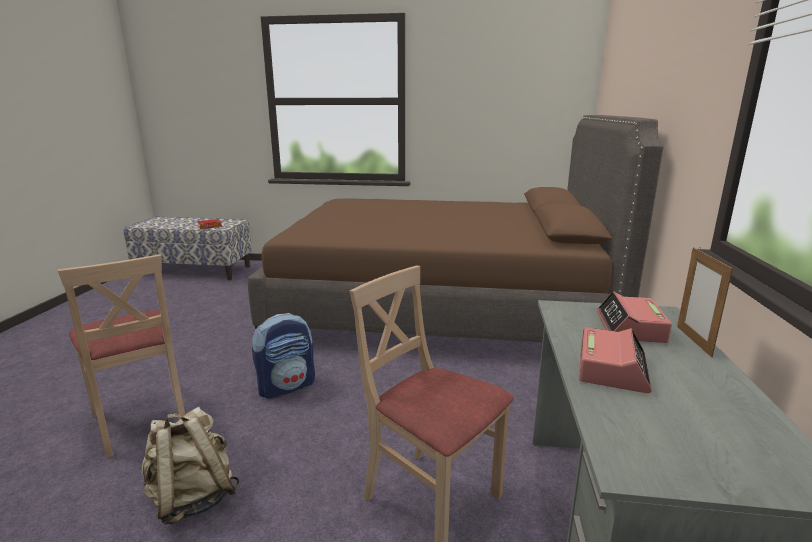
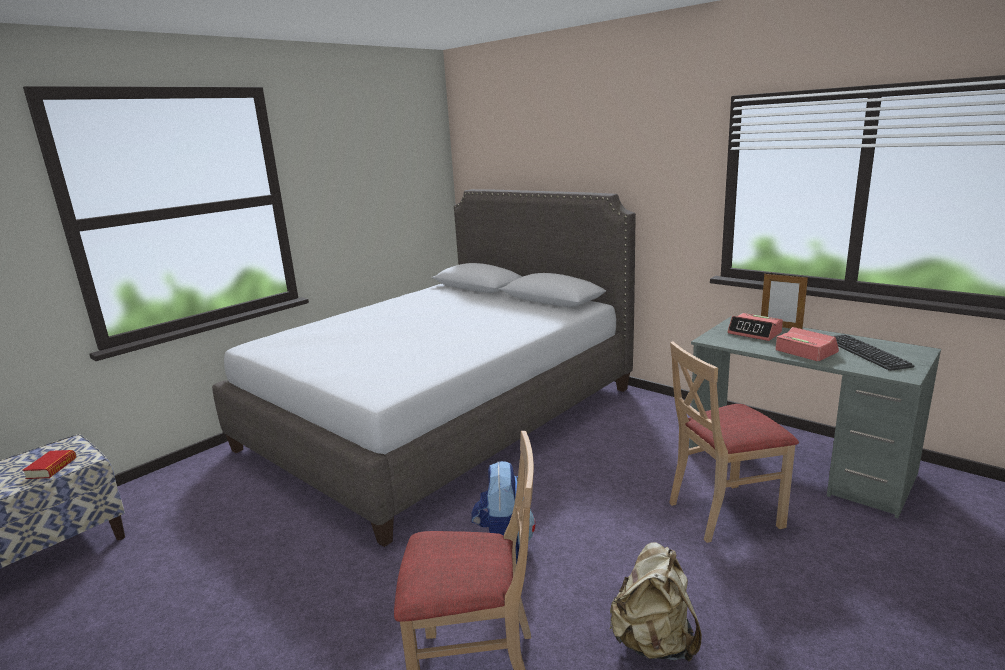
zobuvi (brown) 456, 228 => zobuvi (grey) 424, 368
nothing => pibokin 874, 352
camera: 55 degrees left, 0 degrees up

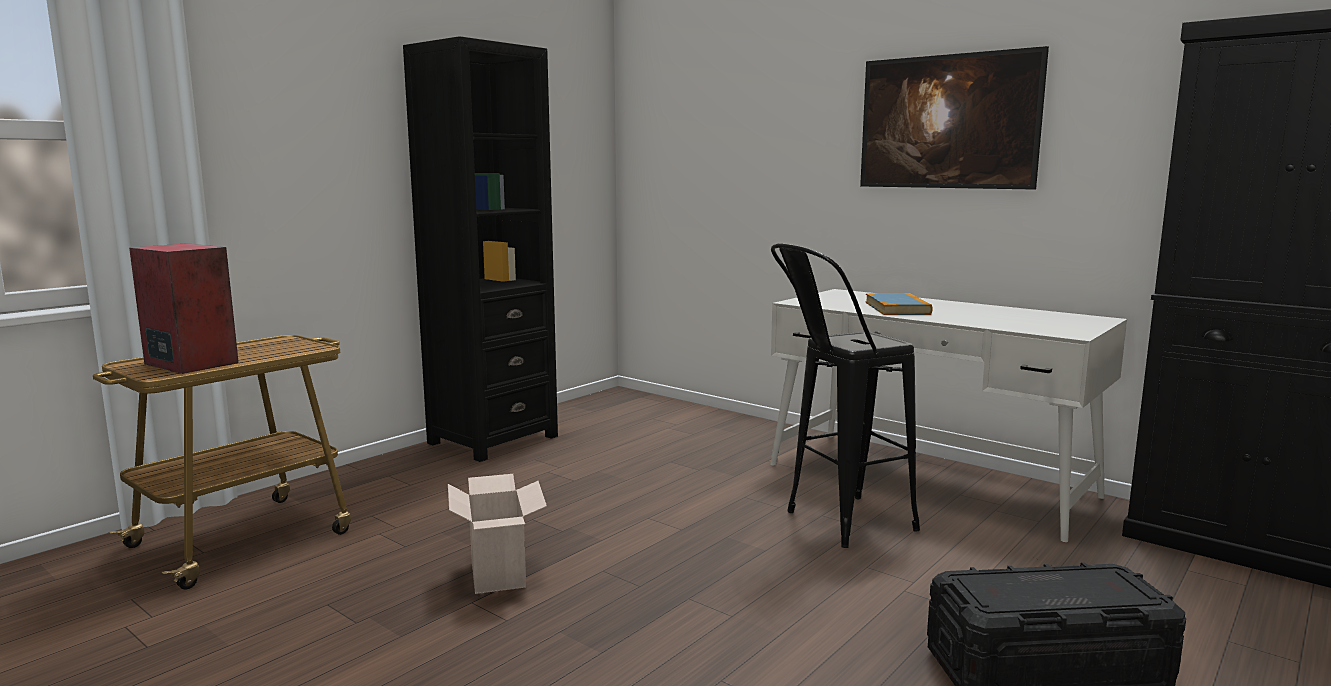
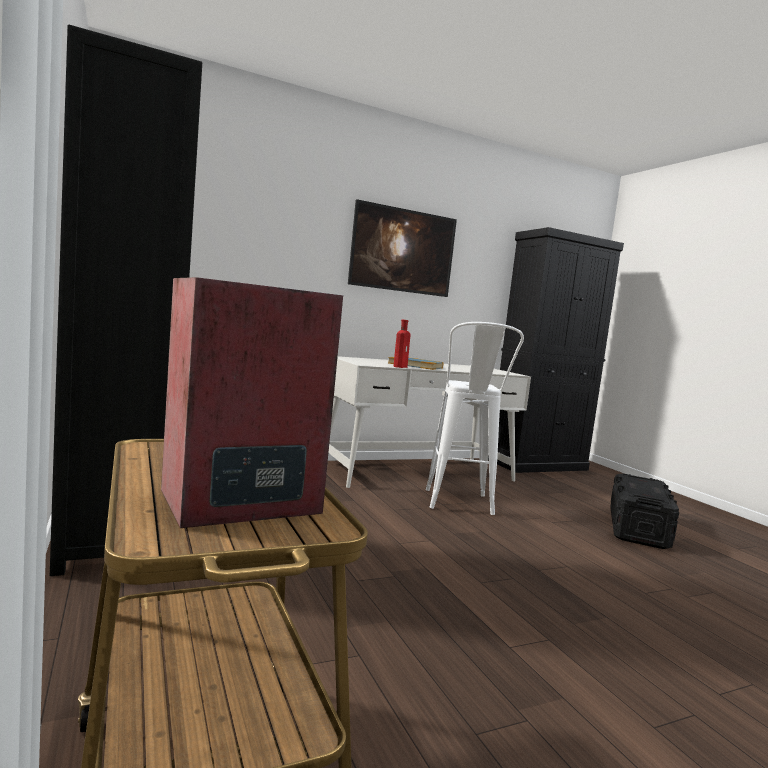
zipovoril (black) 845, 395 => zipovoril (white) 475, 418
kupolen 497, 534 => nothing
nothing => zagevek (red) 402, 344
camera: 65 degrees left, 5 degrees down

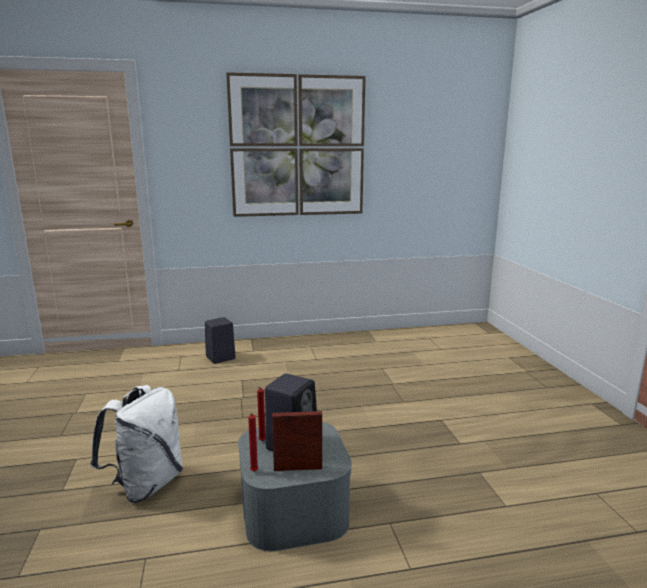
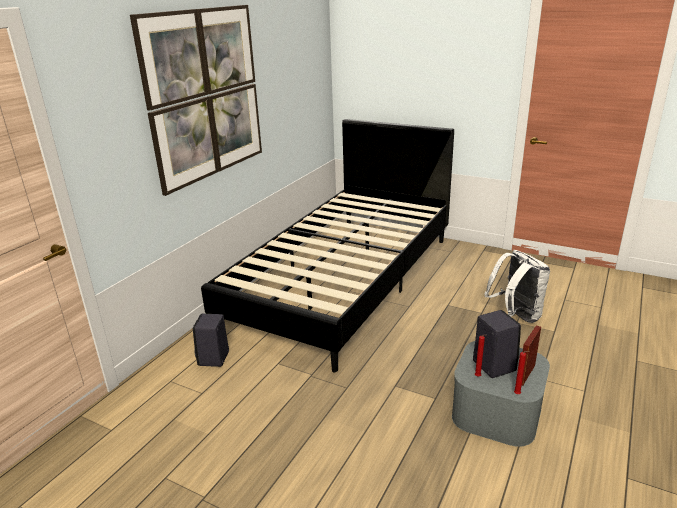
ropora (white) 136, 444 => ropora (white) 517, 286, shifted
nothing => zobuvi (black) 327, 245
camera: 50 degrees left, 10 degrees up

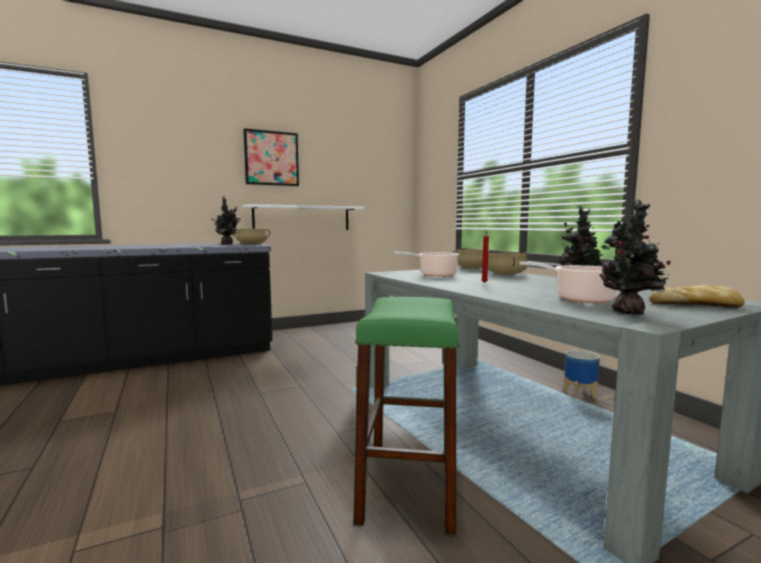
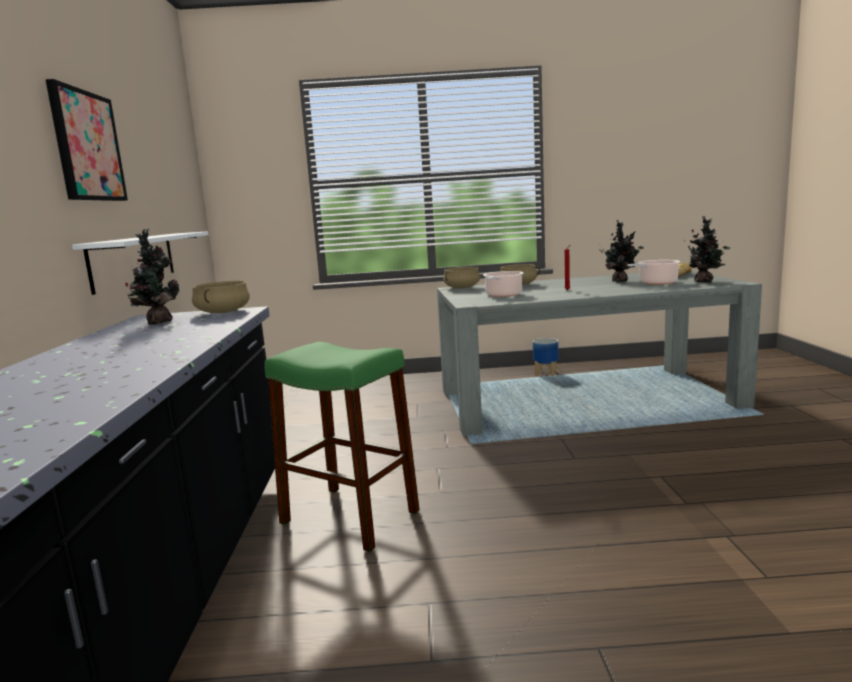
zipovoril (green) 406, 416 => zipovoril (green) 342, 447, shifted
camera: 65 degrees left, 5 degrees up

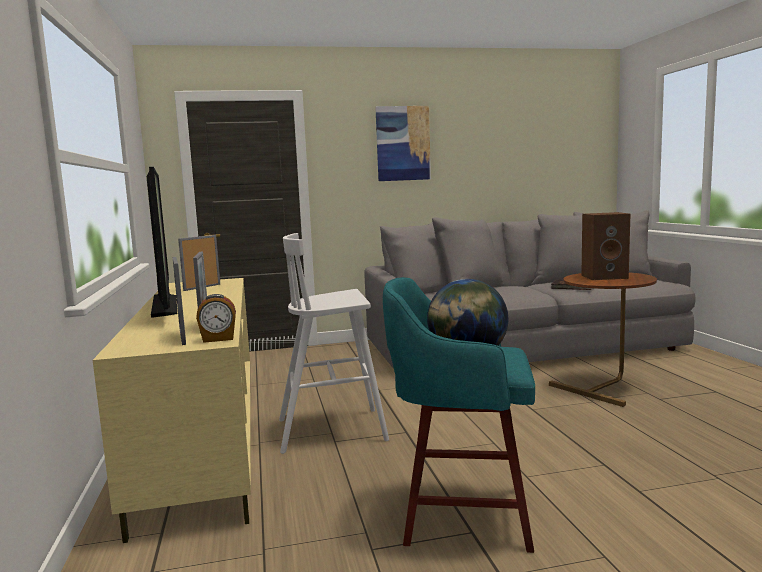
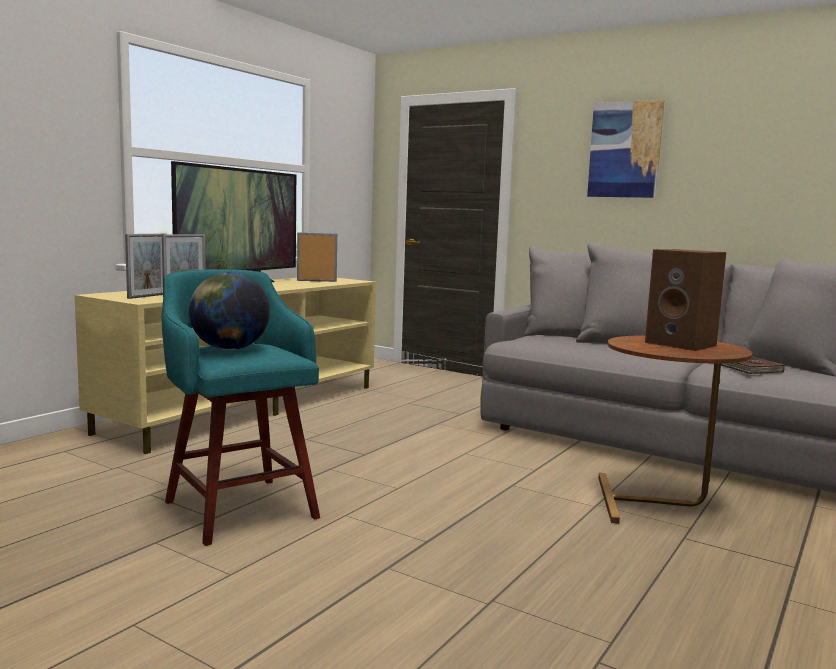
zipovoril (white) 334, 343 => nothing
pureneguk 216, 318 => nothing
camera: 45 degrees right, 0 degrees up

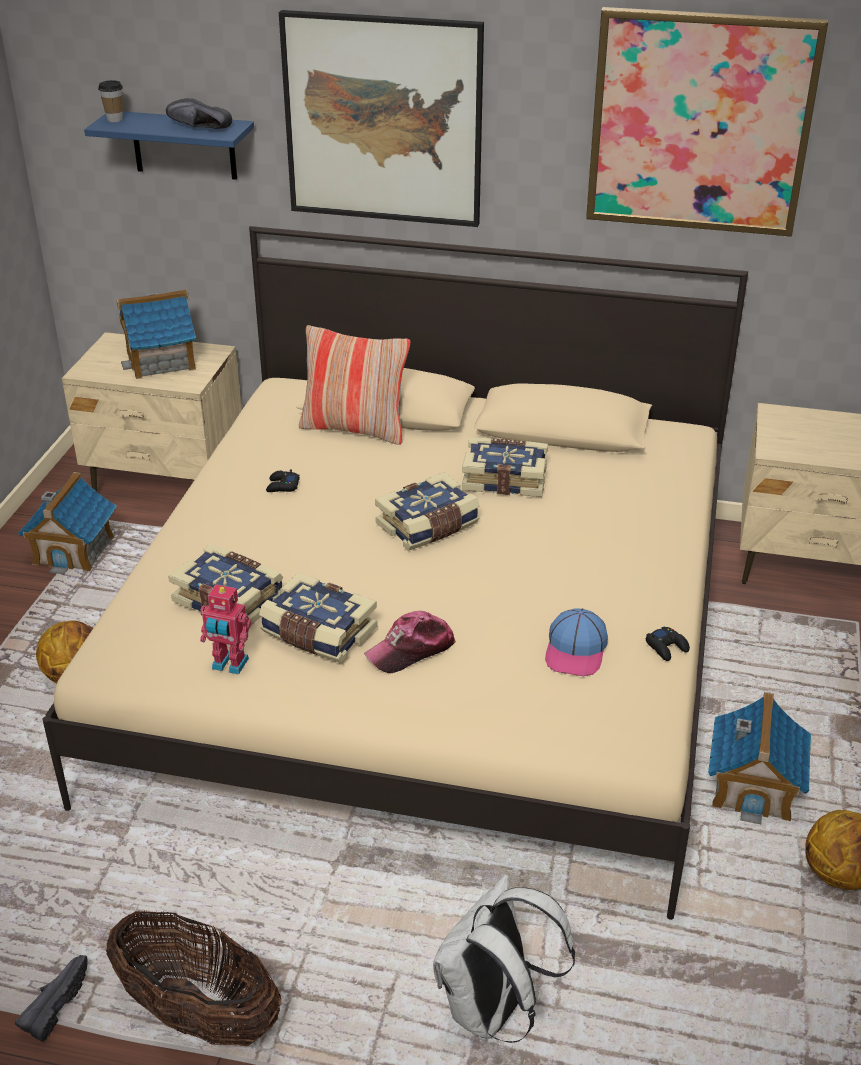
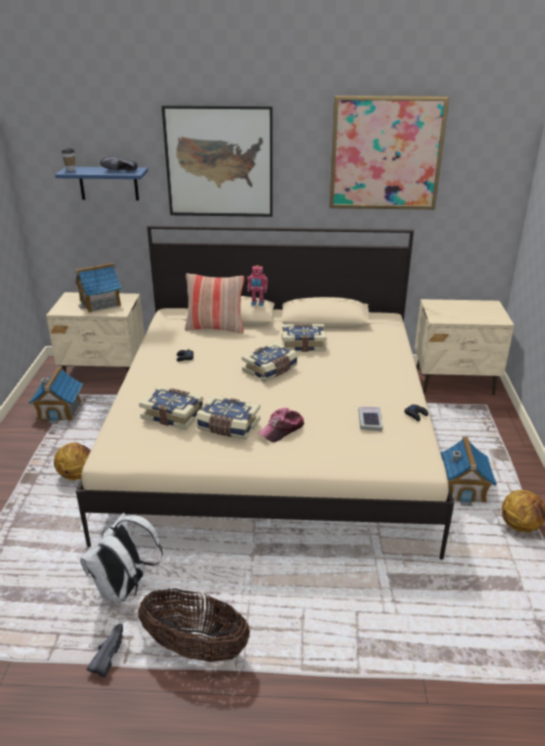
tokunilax 225, 629 => tokunilax 257, 285, shifted
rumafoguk 576, 642 => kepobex 370, 419
ropora (white) 504, 958 => ropora (white) 121, 558, shifted
camera: 10 degrees left, 5 degrees down

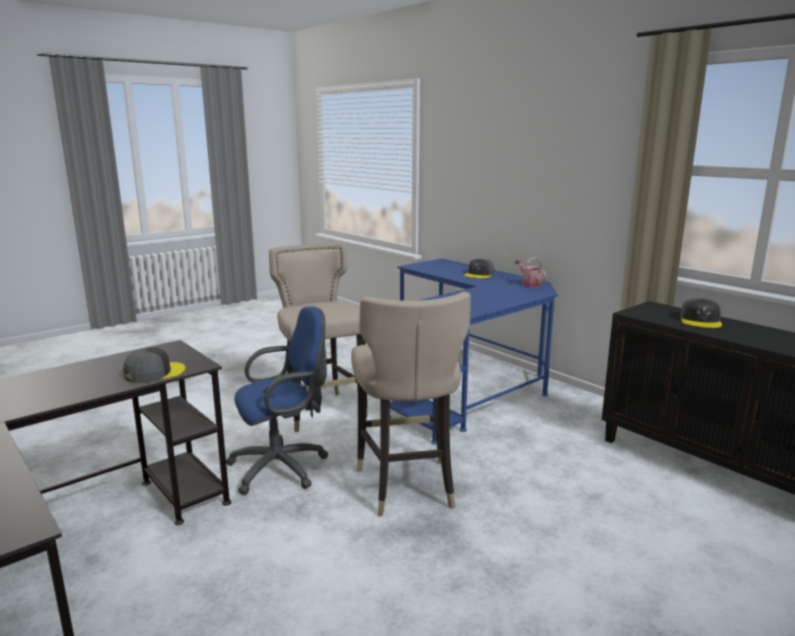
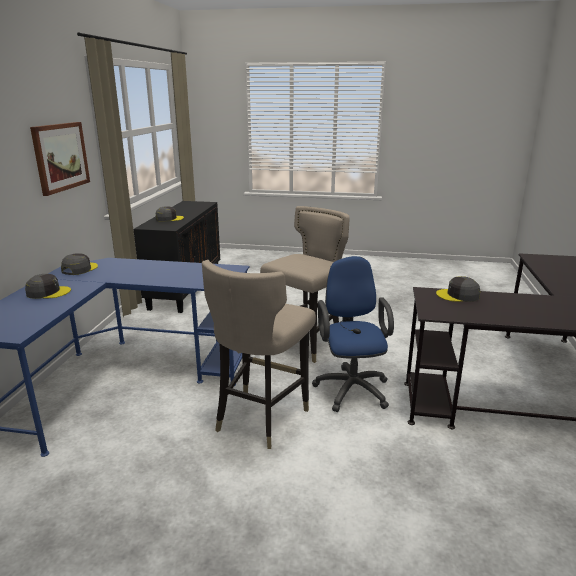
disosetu 530, 272 => rumafoguk (grey) 79, 264
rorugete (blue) 277, 400 => rorugete (blue) 353, 334, 60 degrees clockwise
nothing => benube 60, 159
camera: 130 degrees left, 5 degrees up

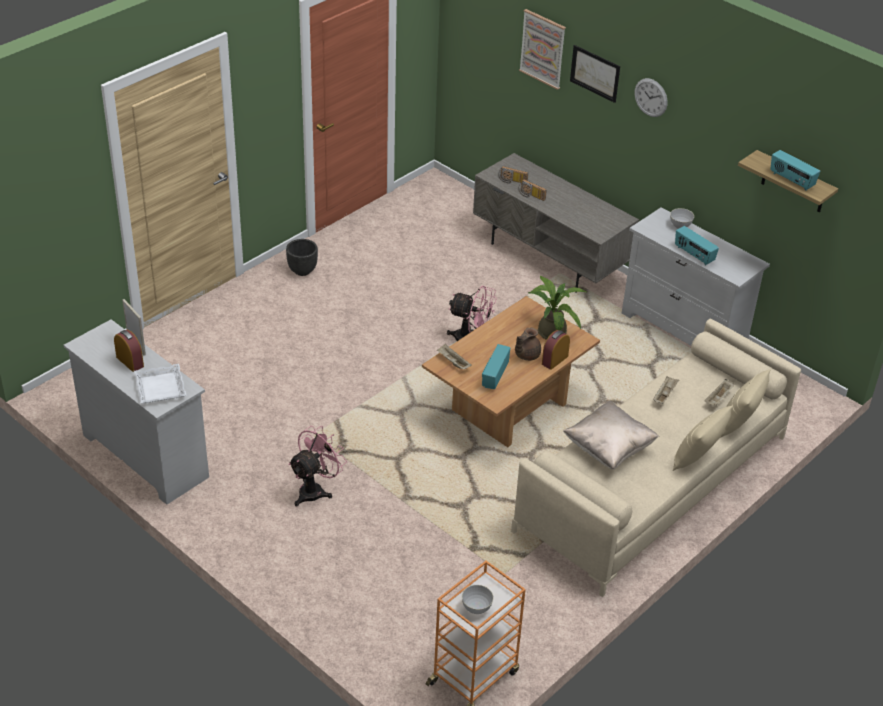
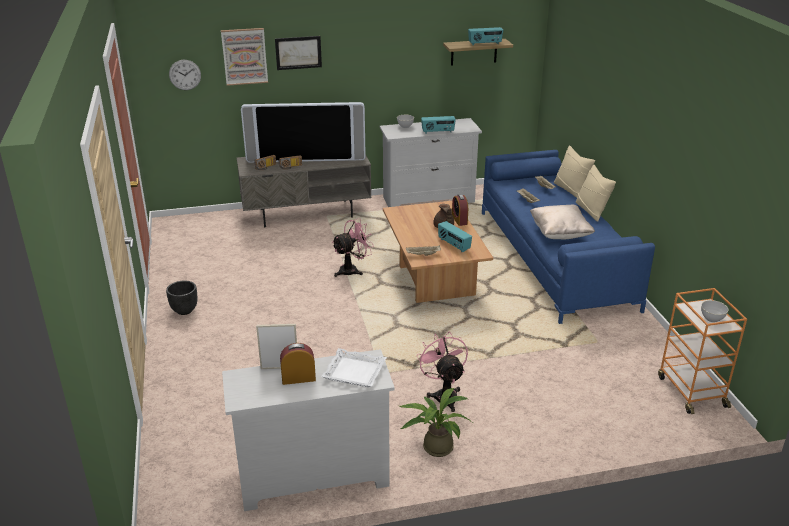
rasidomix 651, 97 => rasidomix 185, 75, shifted
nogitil 557, 308 => nogitil 435, 422, shifted
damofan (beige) 656, 457 => damofan (blue) 568, 237
nothing => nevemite 303, 132
camera: 55 degrees left, 10 degrees down

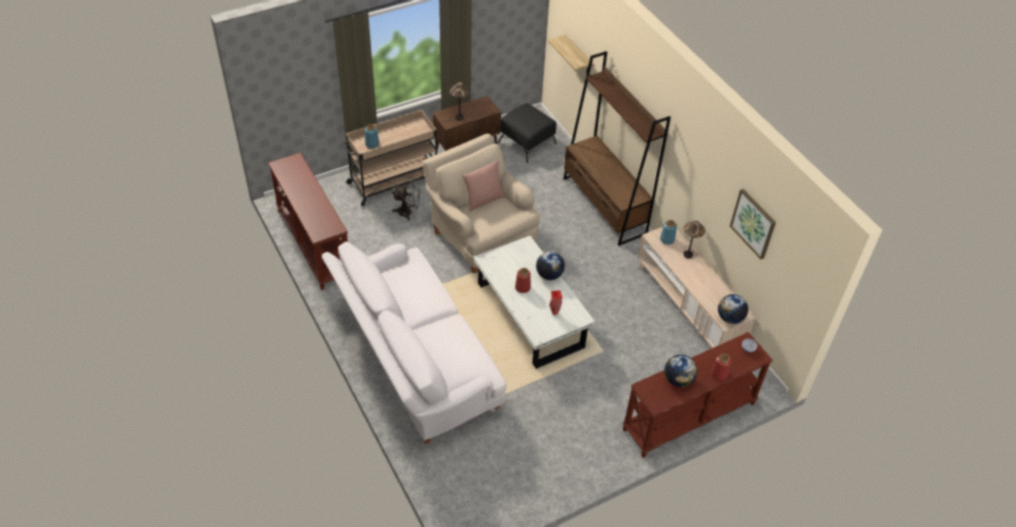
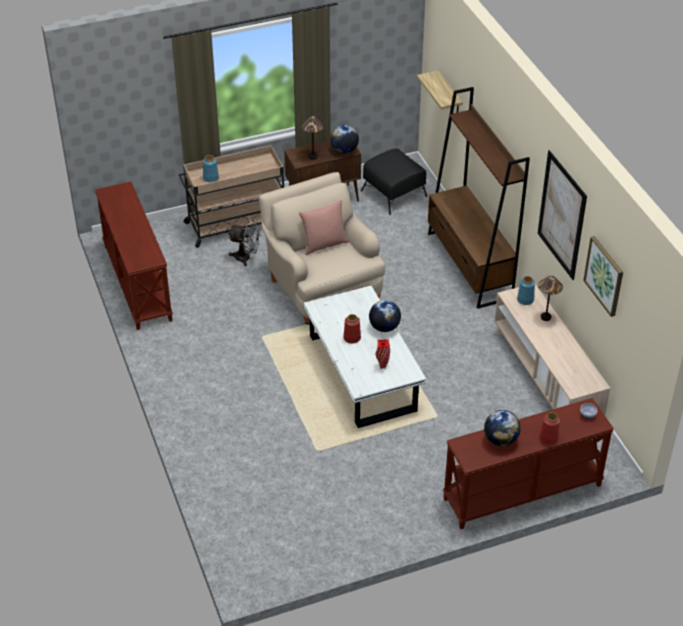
damofan (white) 414, 343 => nothing
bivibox 733, 309 => bivibox 345, 139, shifted
nothing => benube 562, 215
camera: 10 degrees right, 5 degrees down

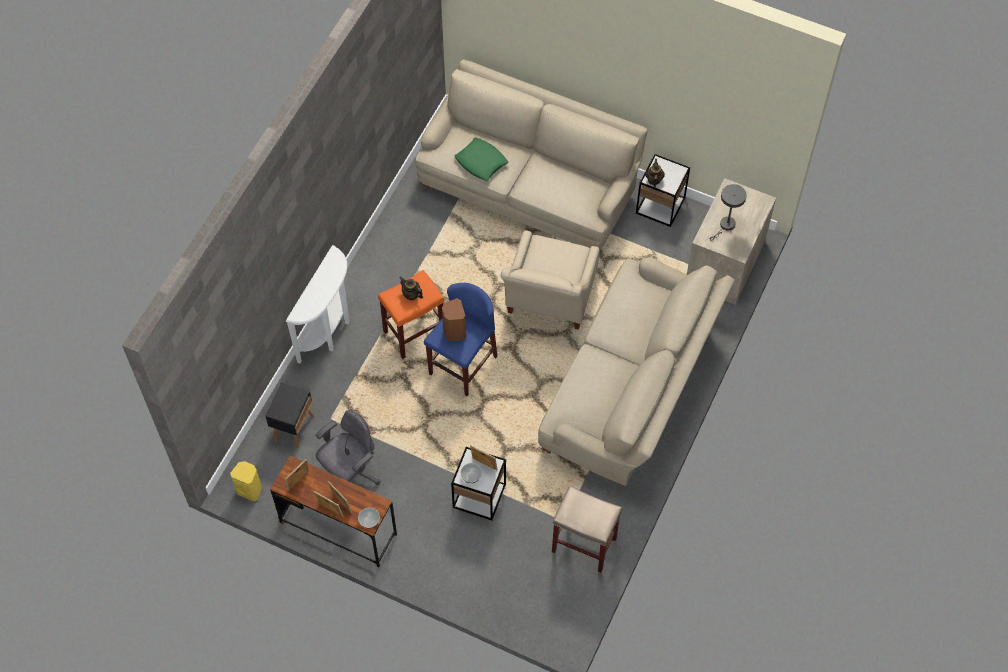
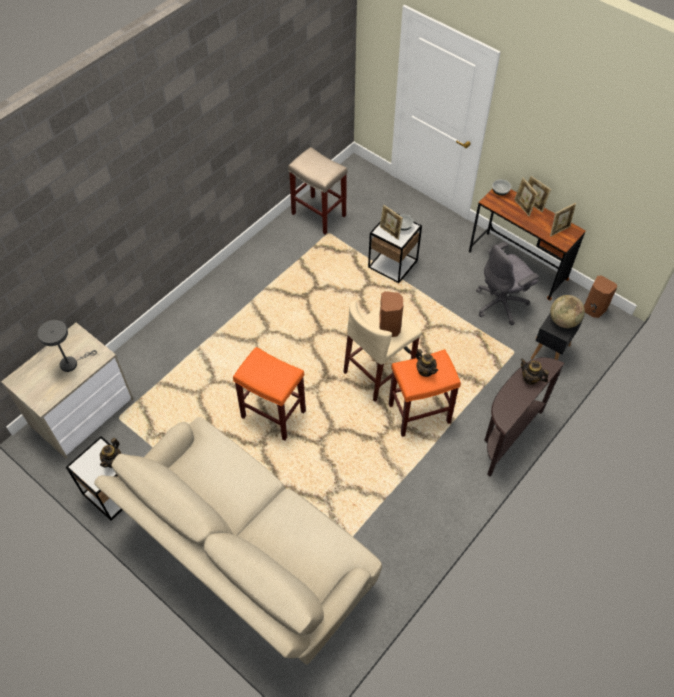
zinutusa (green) 481, 159 => nothing
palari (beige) 550, 280 => zipovoril (orange) 269, 394
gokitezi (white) 318, 304 => gokitezi (brown) 524, 416
damofan (beige) 636, 372 => nothing
zipovoril (blue) 461, 339 => zipovoril (beige) 382, 351
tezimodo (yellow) 246, 481 => tezimodo (brown) 600, 296
nothing => bivibox 567, 311
nothing => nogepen 534, 372
camera: 165 degrees left, 5 degrees down

